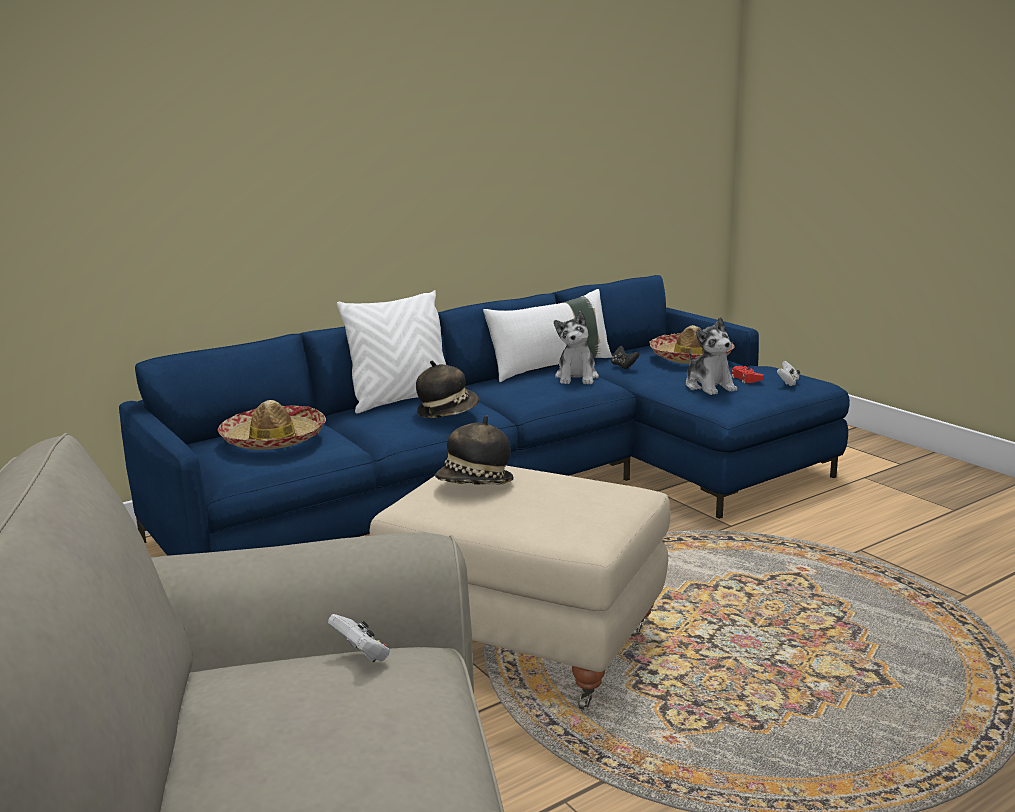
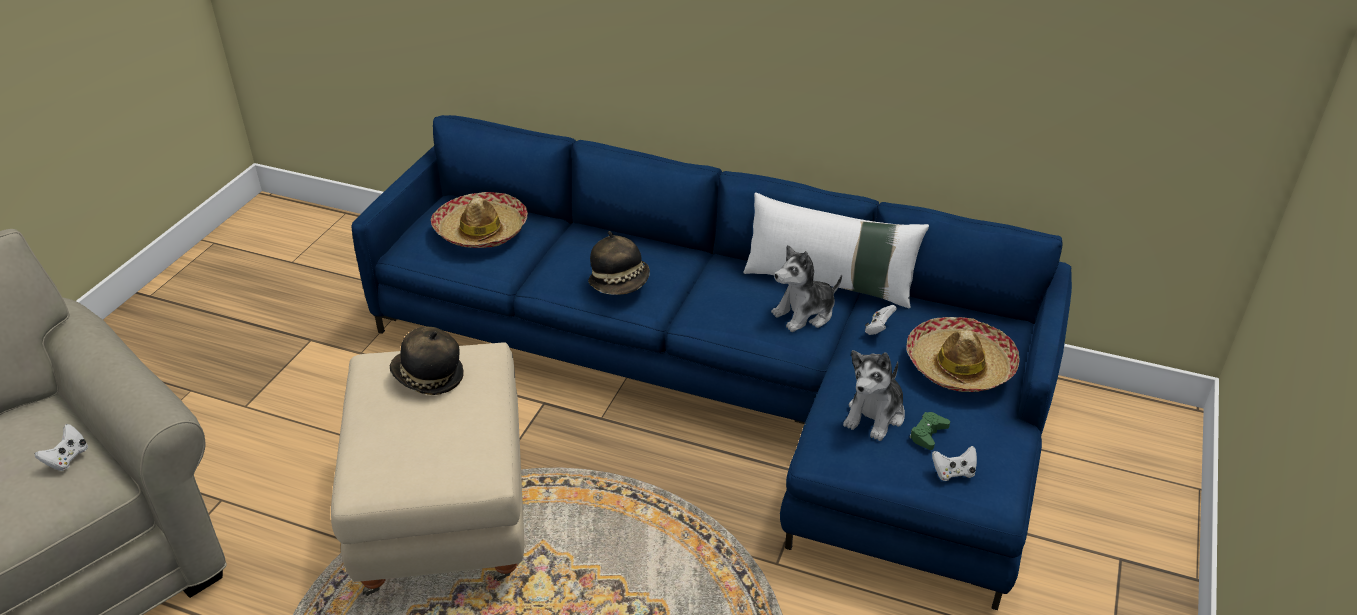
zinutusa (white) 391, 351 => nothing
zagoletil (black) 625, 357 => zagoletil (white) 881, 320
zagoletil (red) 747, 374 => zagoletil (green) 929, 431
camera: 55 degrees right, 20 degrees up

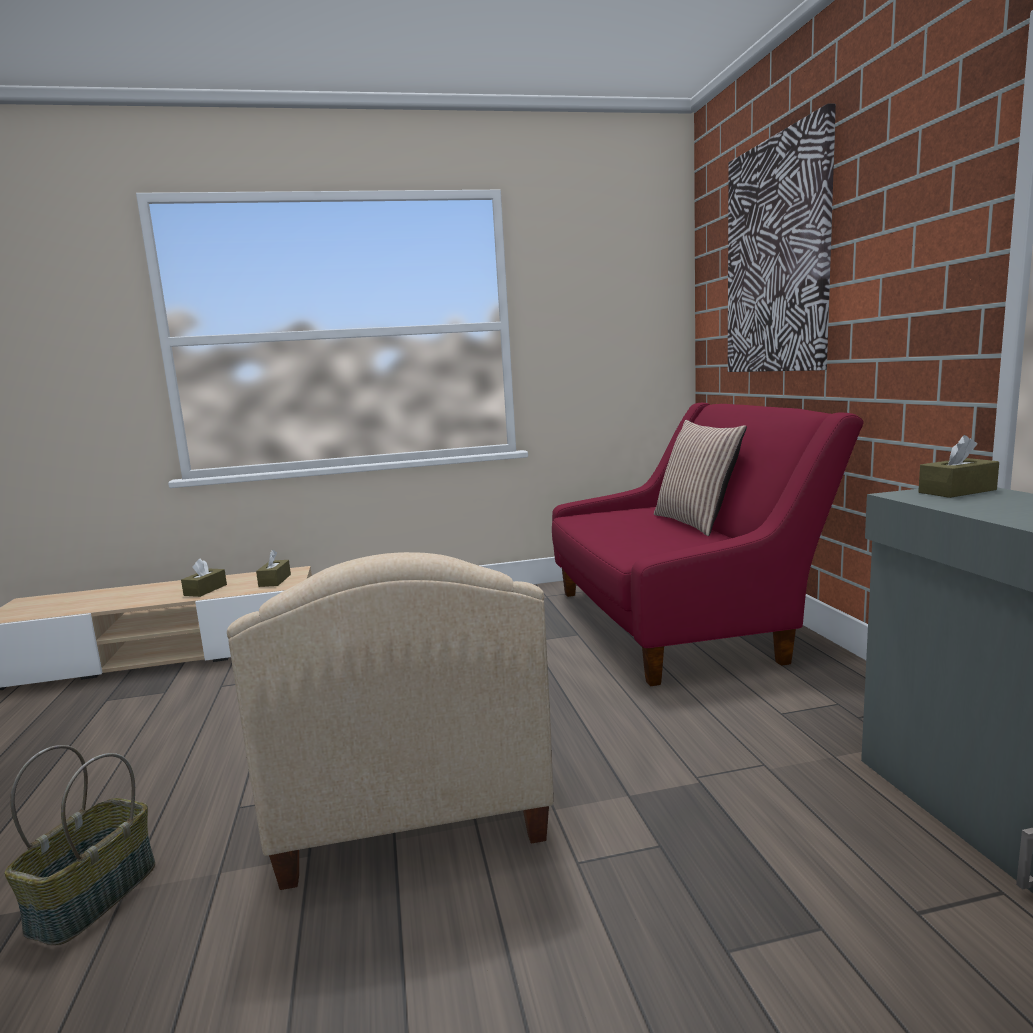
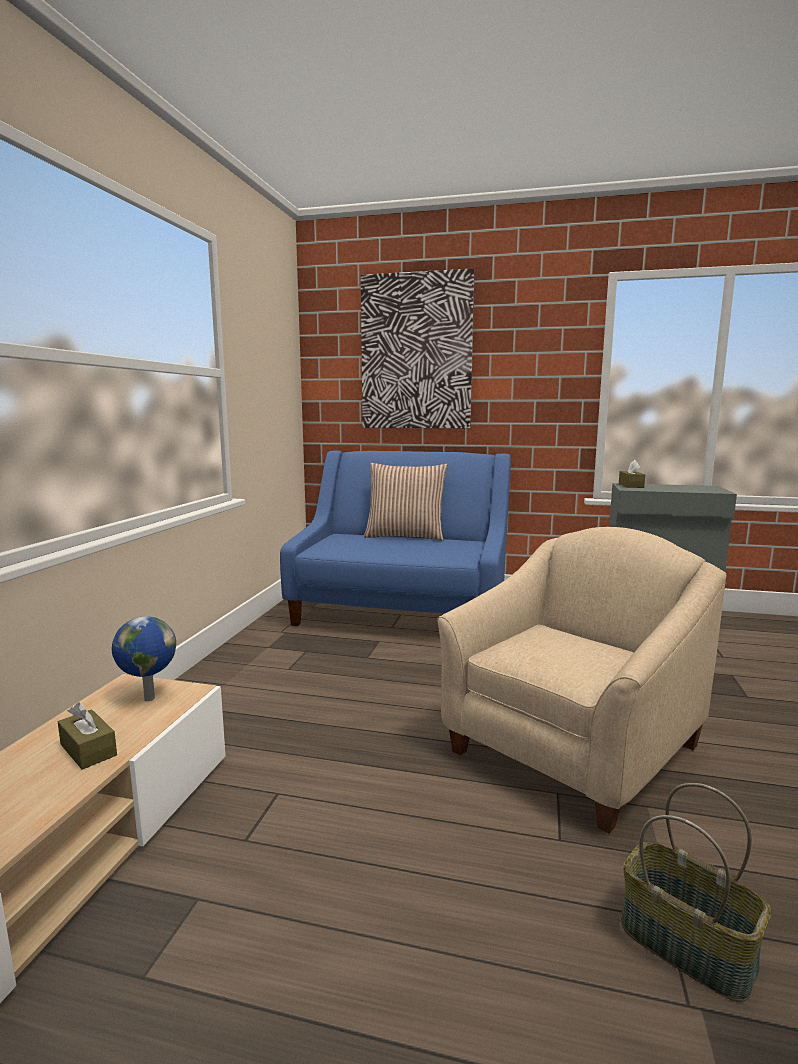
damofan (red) 708, 544 => damofan (blue) 395, 538
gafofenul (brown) 273, 568 => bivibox 144, 658
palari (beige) 390, 721 => palari (beige) 581, 680, 60 degrees counterclockwise
camera: 65 degrees left, 0 degrees up

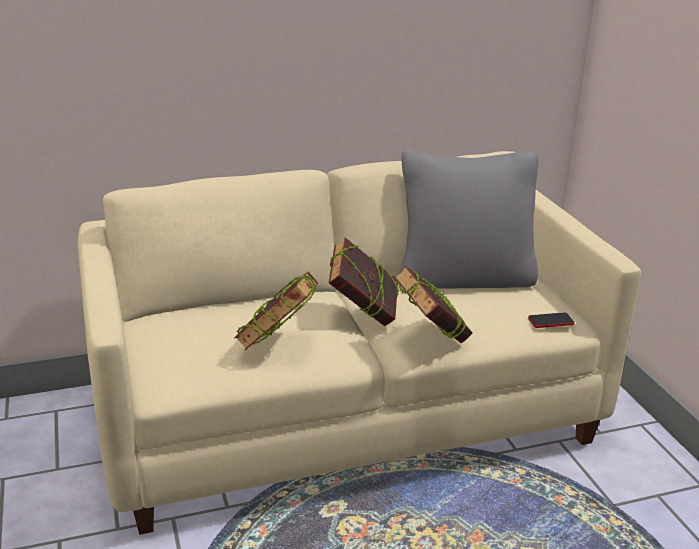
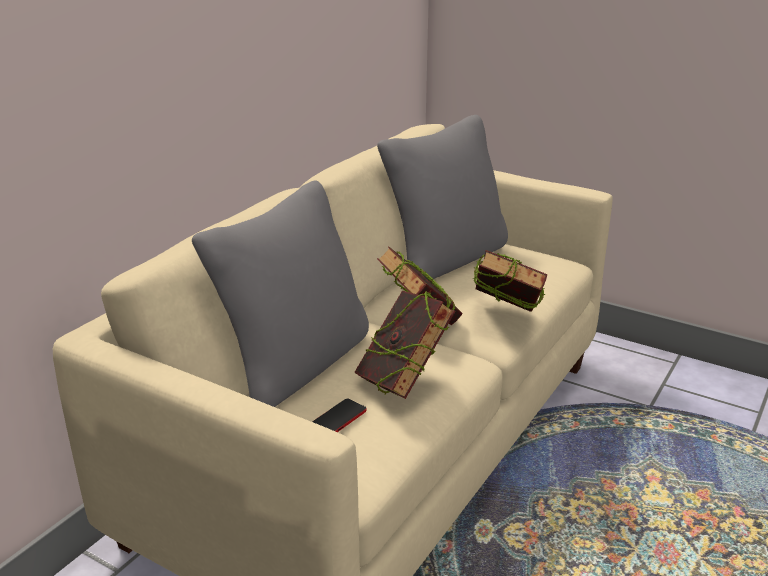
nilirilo 551, 320 => nilirilo 339, 415, shifted
nothing => zinutusa (grey) 280, 294
camera: 40 degrees left, 0 degrees up

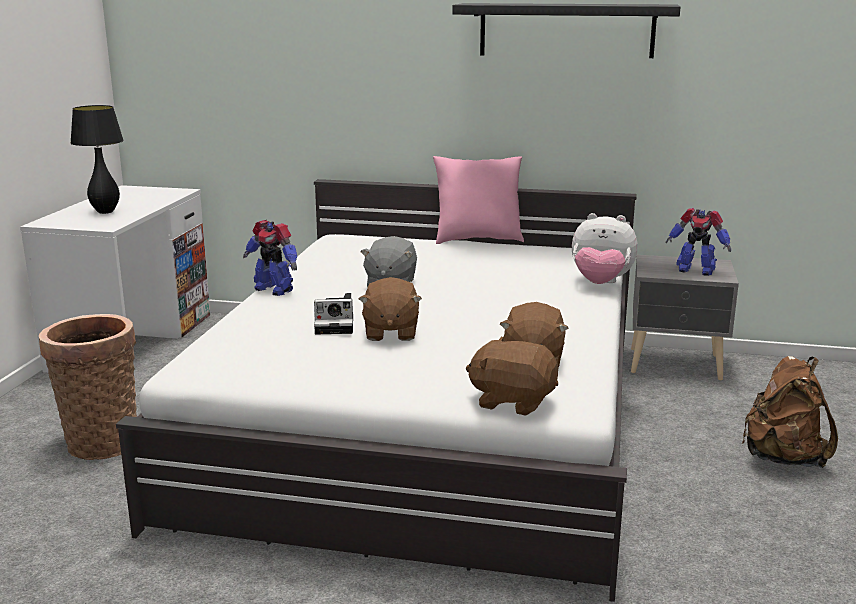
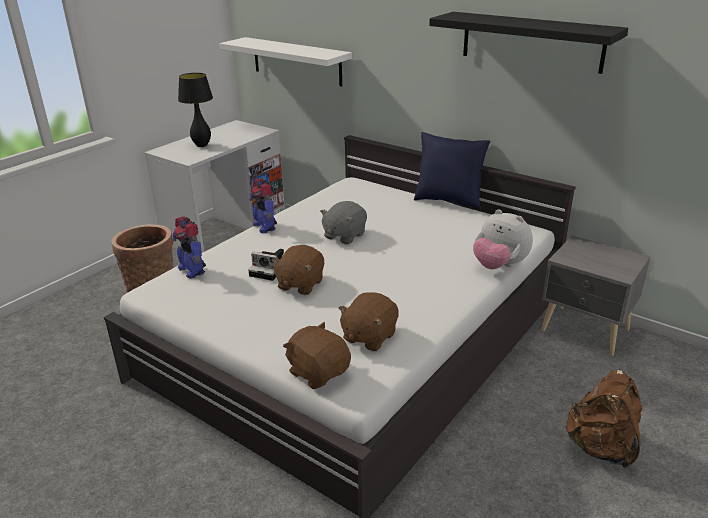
zinutusa (pink) 478, 200 => zinutusa (blue) 452, 170
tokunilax 698, 242 => tokunilax 189, 247, shifted
nothing => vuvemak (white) 285, 62
camera: 25 degrees right, 10 degrees up

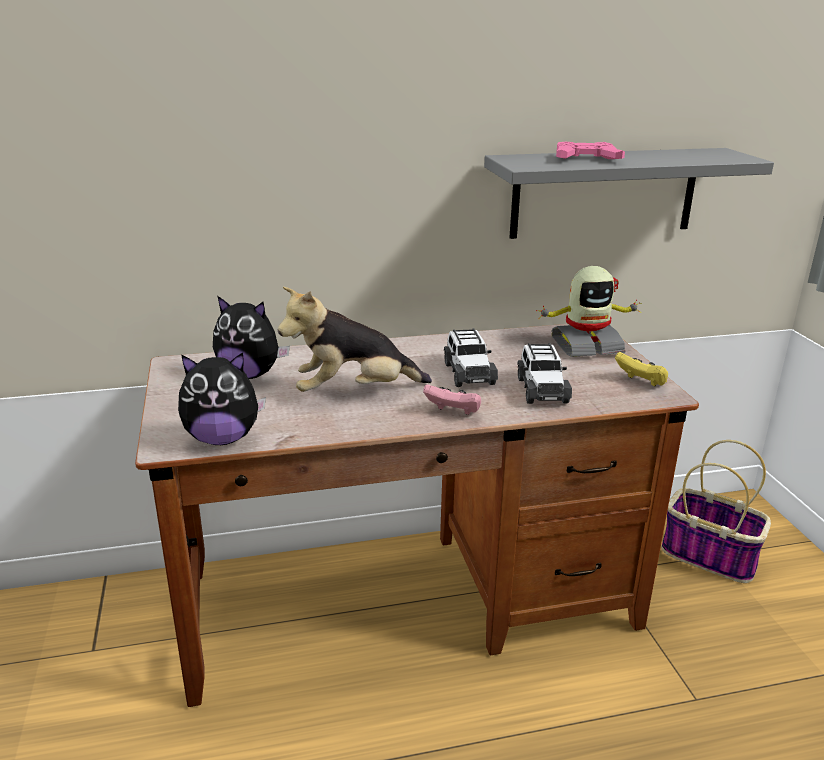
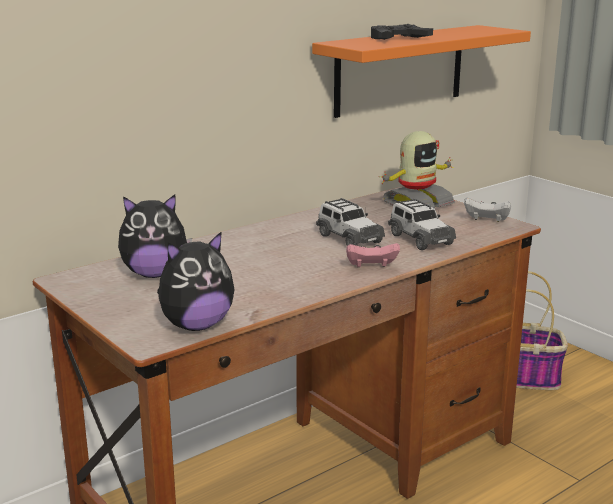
zagoletil (pink) 590, 150 => zagoletil (black) 402, 32
vuvemak (grey) 629, 193 => vuvemak (orange) 421, 71
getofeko 355, 339 => nothing
zagoletil (yellow) 641, 369 => zagoletil (white) 487, 210
camera: 25 degrees left, 5 degrees down

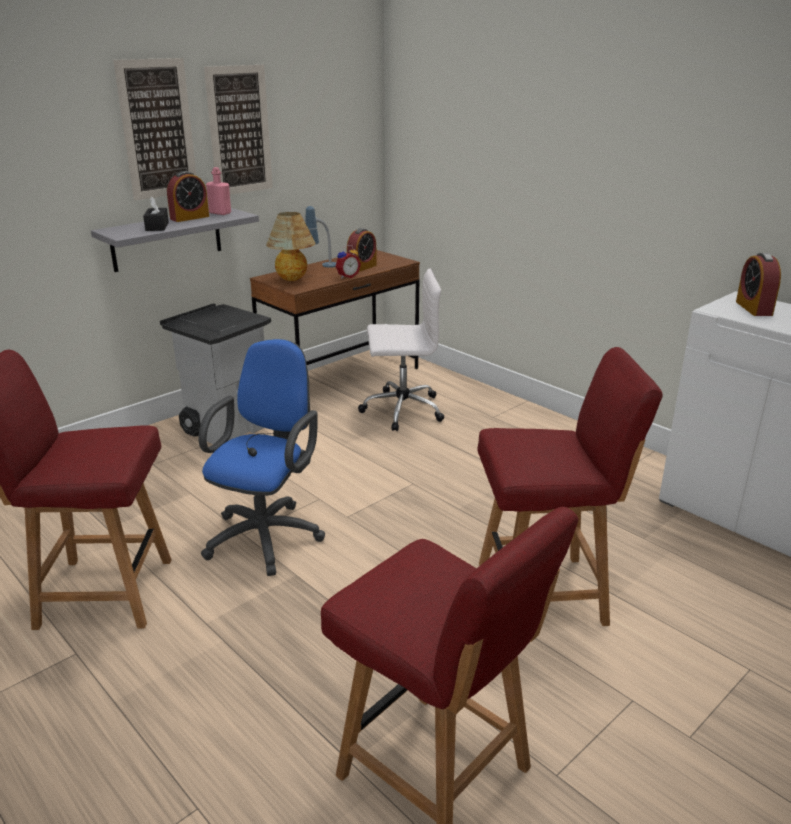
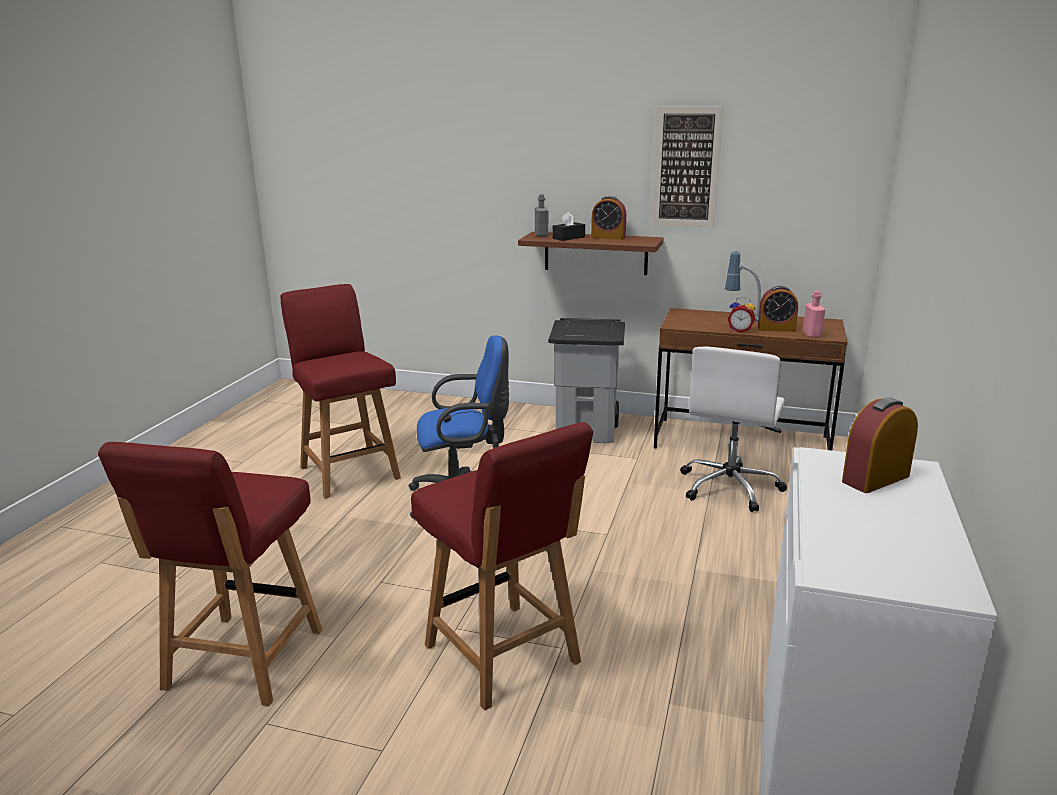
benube 154, 129 => nothing
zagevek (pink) 218, 191 => zagevek (pink) 814, 314, shifted
vuvemak (grey) 175, 240 => vuvemak (brown) 591, 253
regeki 290, 246 => nothing
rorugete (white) 401, 350 => rorugete (white) 733, 429, 60 degrees clockwise
nothing => zagevek (grey) 541, 215
camera: 60 degrees right, 5 degrees down

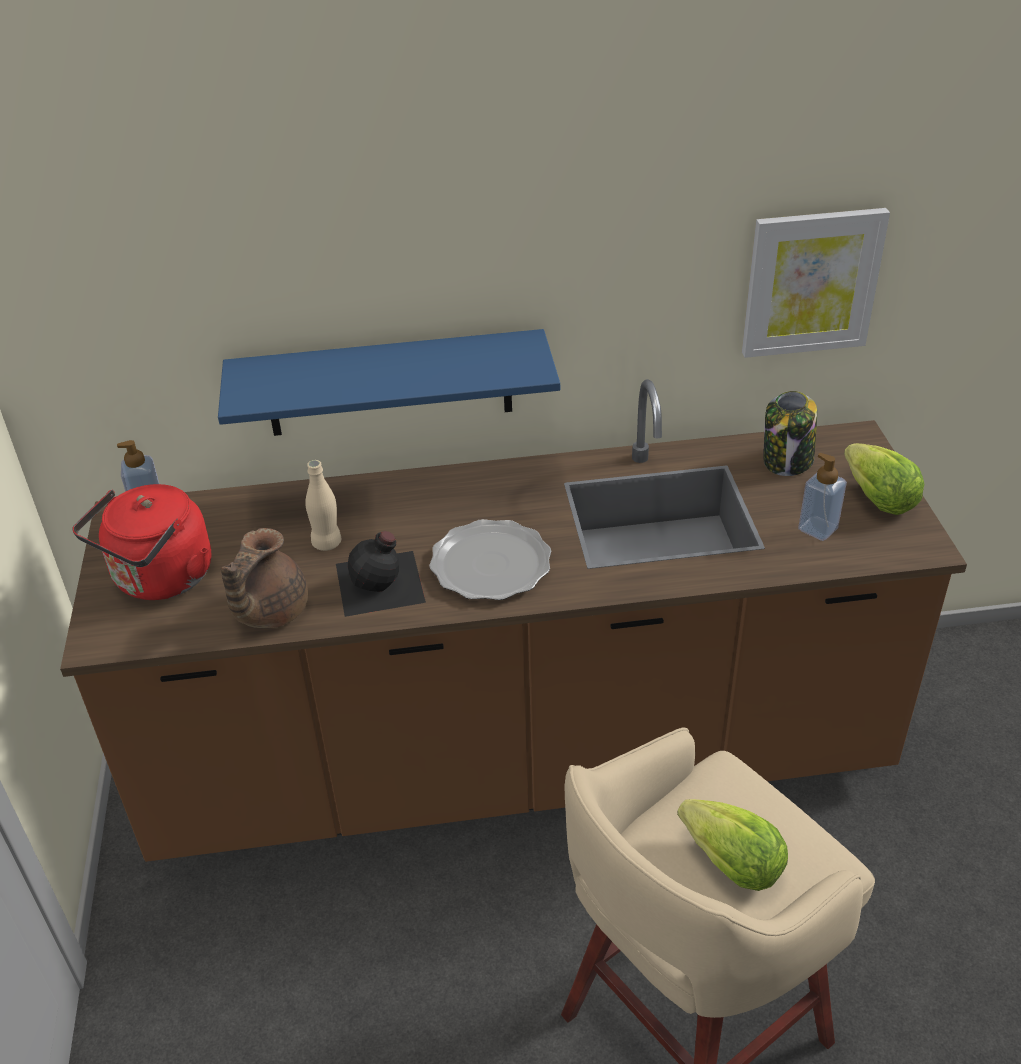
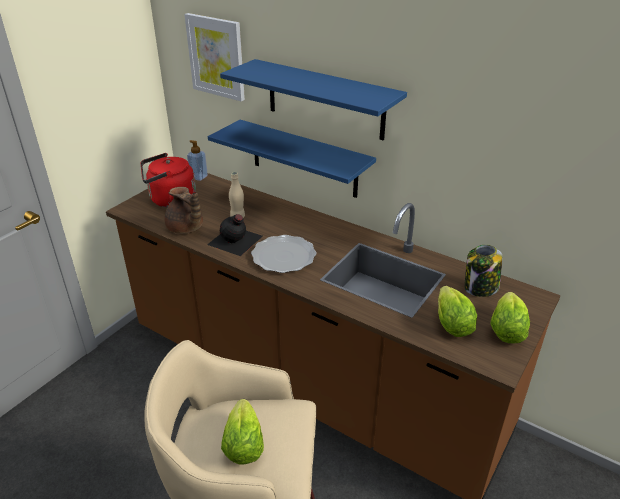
benube 816, 283 => benube 214, 57, shifted
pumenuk 822, 497 => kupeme 457, 311
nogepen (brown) 264, 578 => nogepen (brown) 183, 210, 105 degrees counterclockwise
nothing => vuvemak (blue) 313, 99
camera: 40 degrees right, 5 degrees down

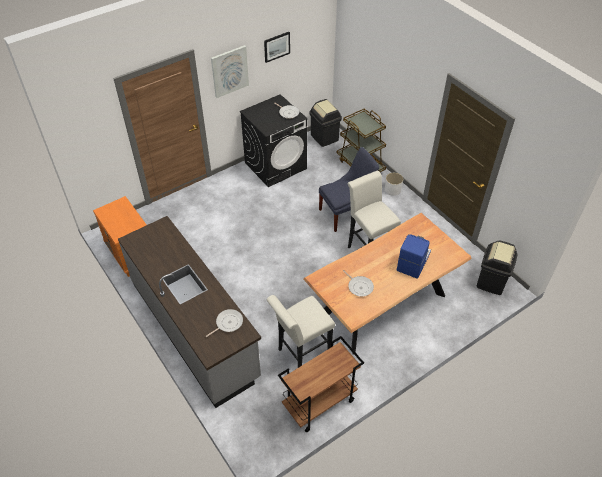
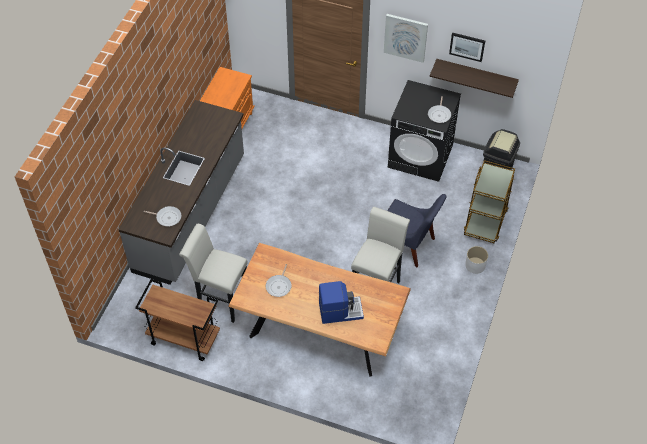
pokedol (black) 497, 267 => nothing
nothing => vuvemak 474, 78
camera: 55 degrees right, 5 degrees up

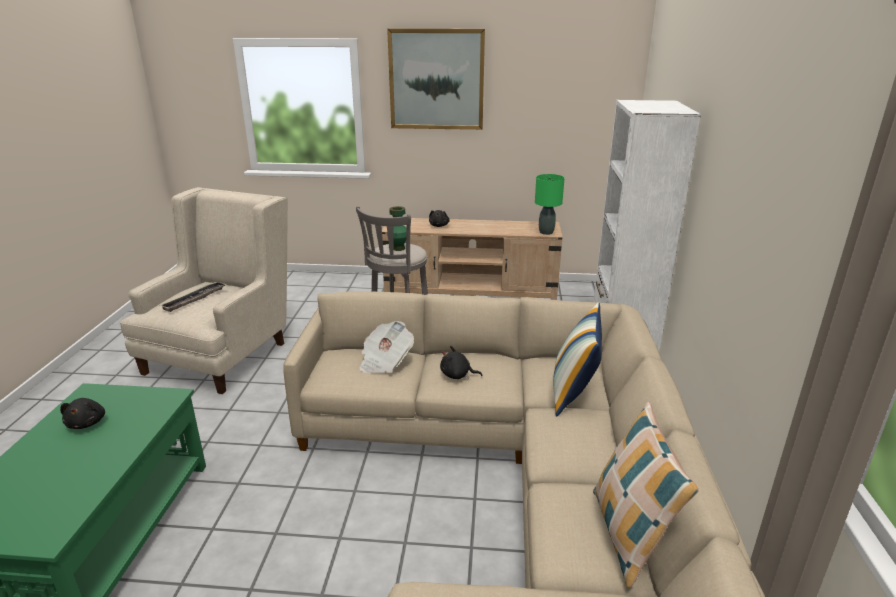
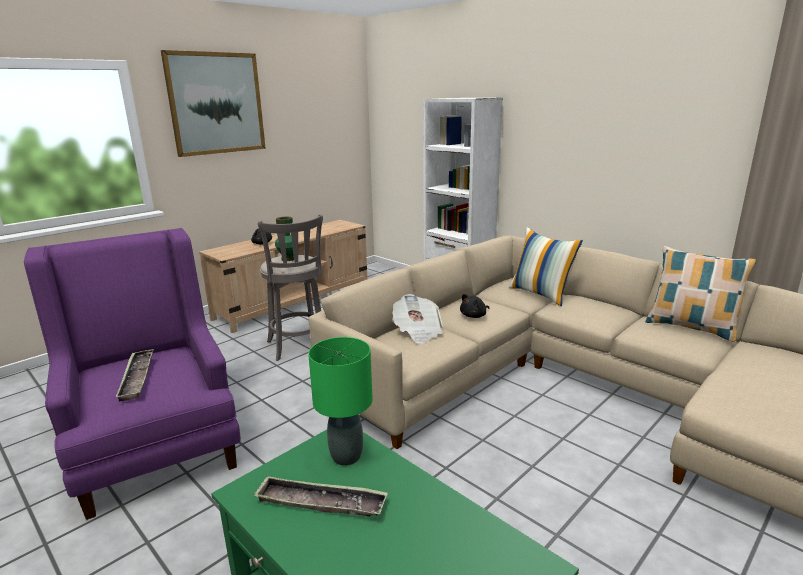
regeki (green) 549, 204 => regeki (green) 340, 401, shifted
palari (beige) 204, 290 => palari (purple) 132, 374
getofeko (black) 82, 413 => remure 320, 496
camera: 50 degrees left, 5 degrees down

